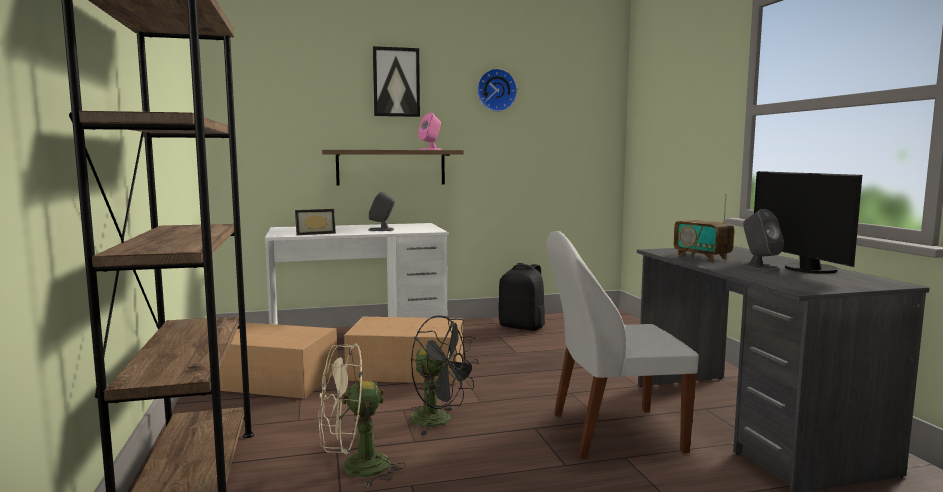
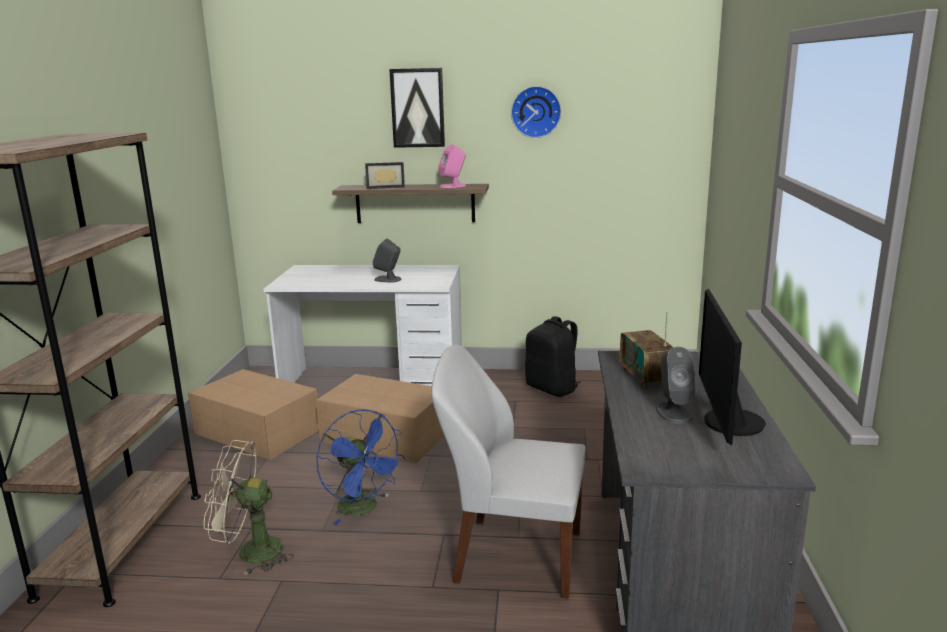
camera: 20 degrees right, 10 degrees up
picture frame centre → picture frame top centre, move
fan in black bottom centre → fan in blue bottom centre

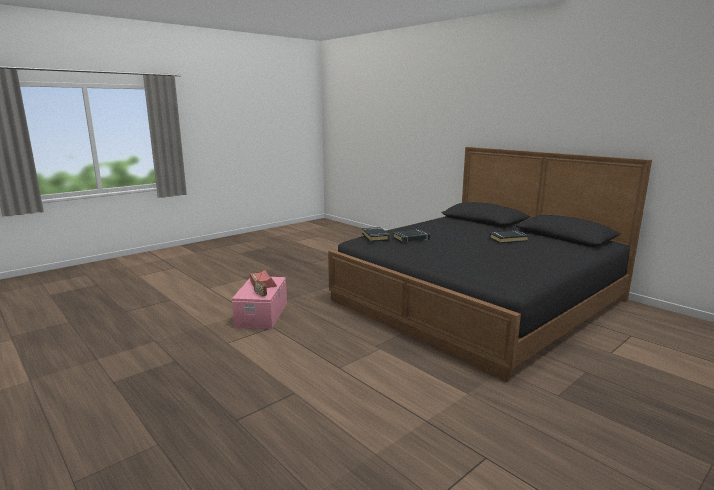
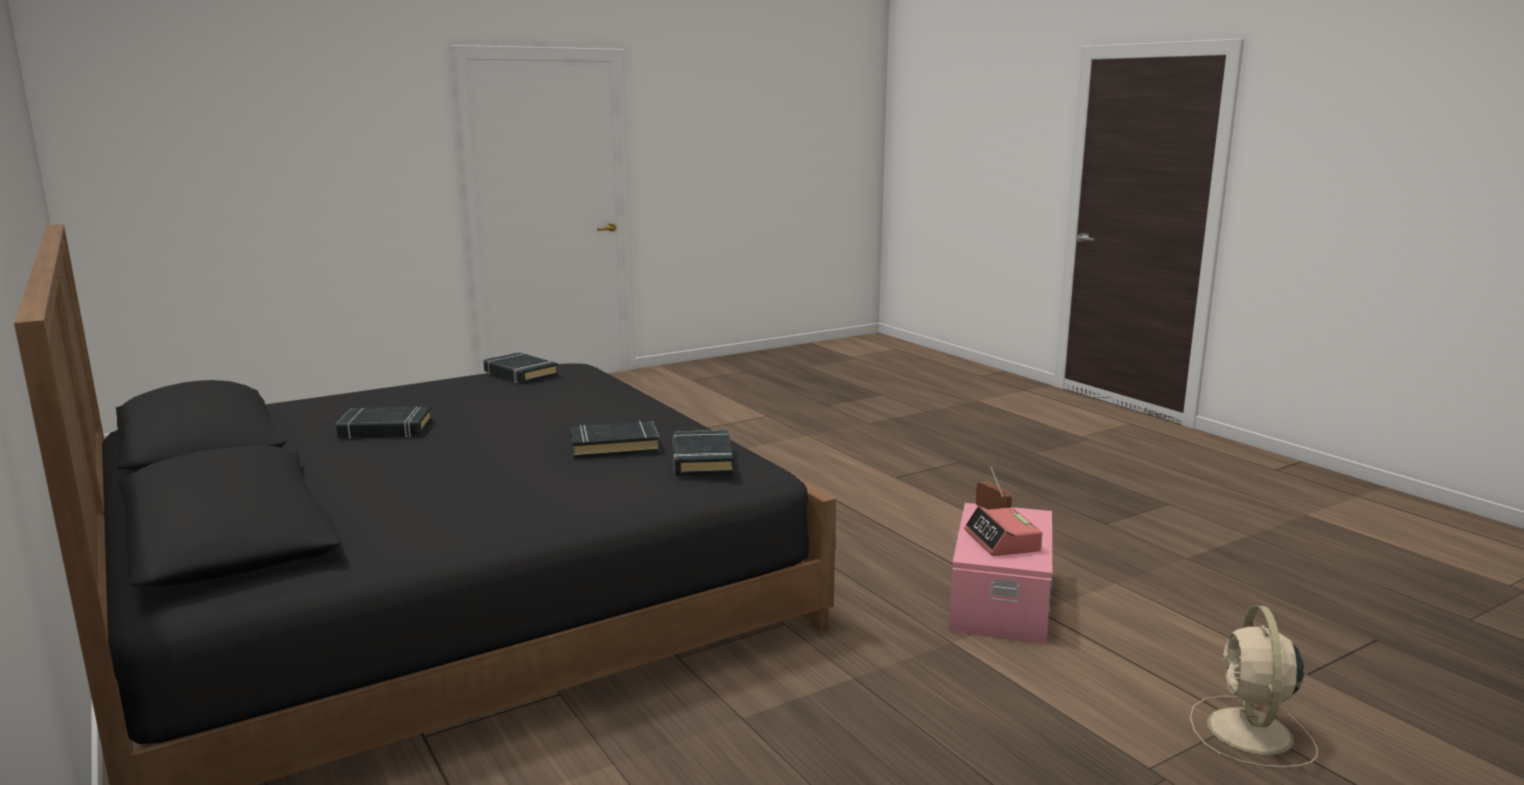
camera: 170 degrees left, 0 degrees up
- → book in black (2nd from left) centre
- → fan in beige bottom right

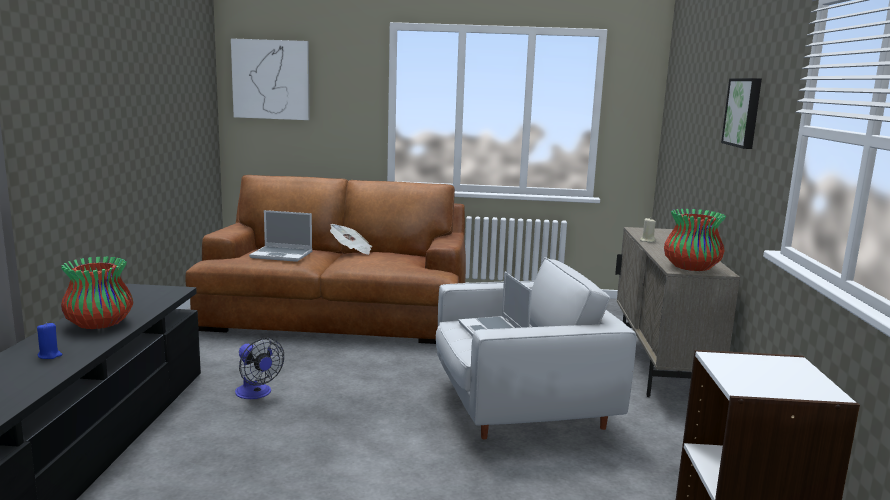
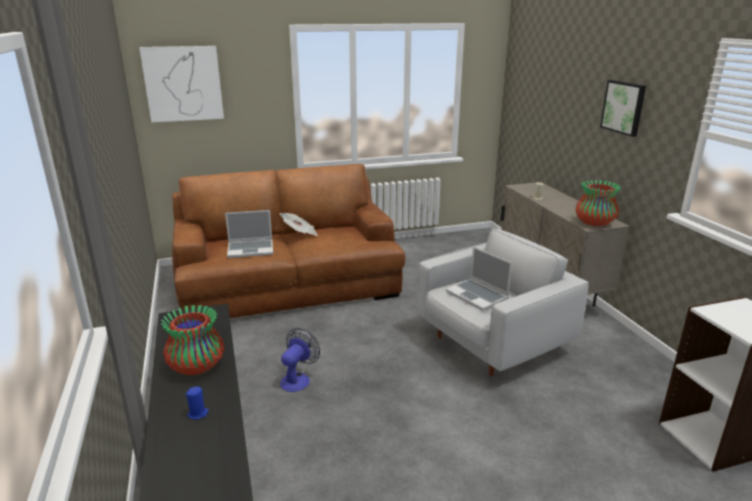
camera: 20 degrees left, 10 degrees up
fan bottom left → fan bottom centre, 90 degrees counterclockwise

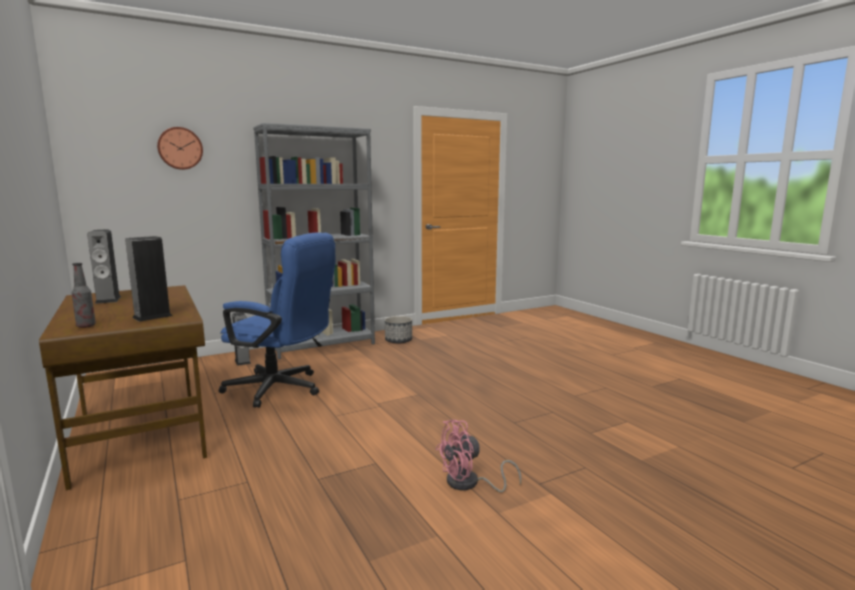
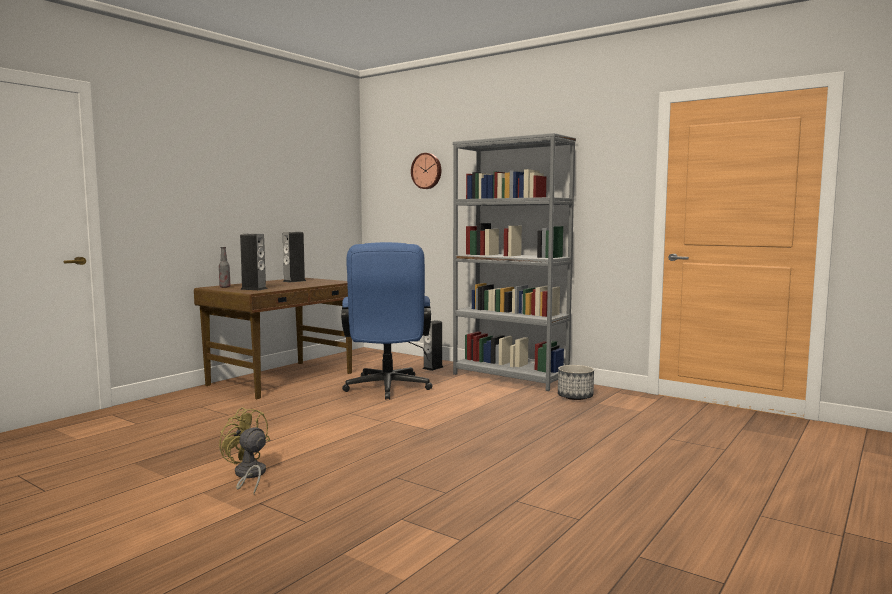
camera: 65 degrees right, 5 degrees down
fan in pink bottom centre → fan in yellow bottom left

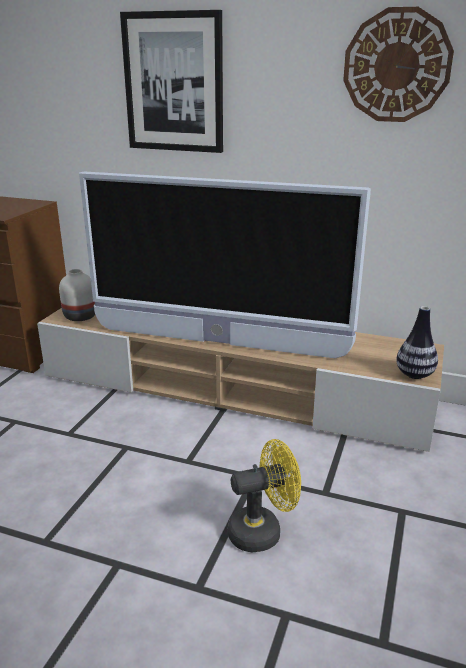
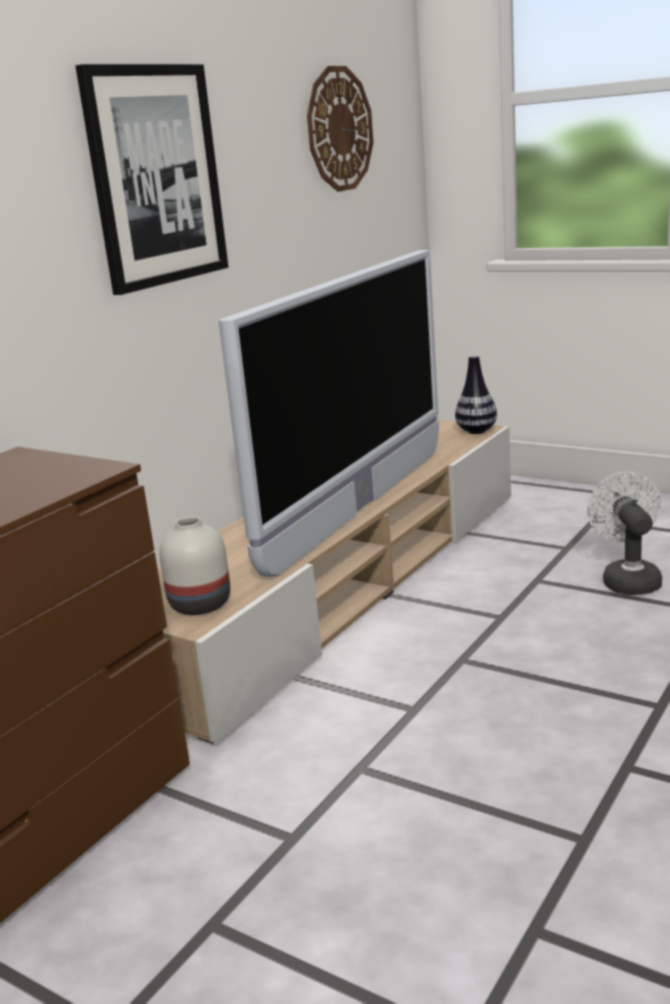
camera: 75 degrees left, 5 degrees down
fan in yellow bottom centre → fan in white middle right

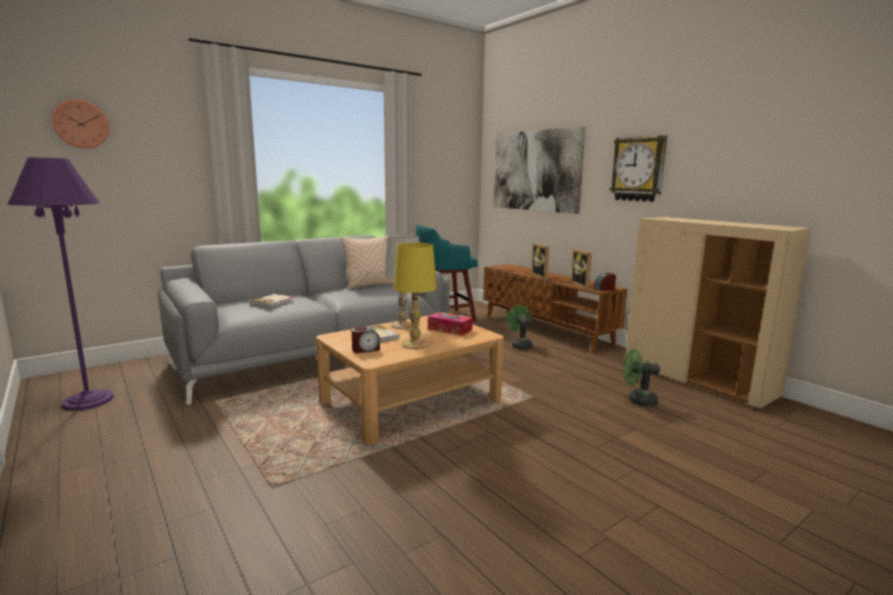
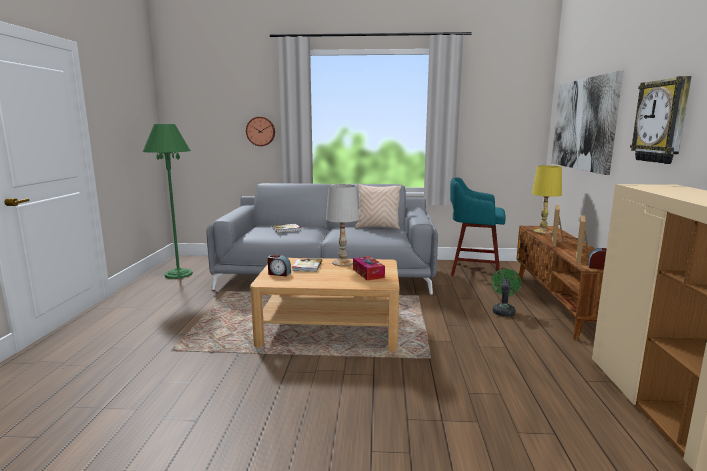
camera: 40 degrees right, 0 degrees up
floor lamp in purple middle left → floor lamp in green middle left
wall clock (1st from left) top left → wall clock (1st from left) top centre, move
table lamp in yellow centre → table lamp in yellow middle right, move
fan in green (2nd from left) middle right → -

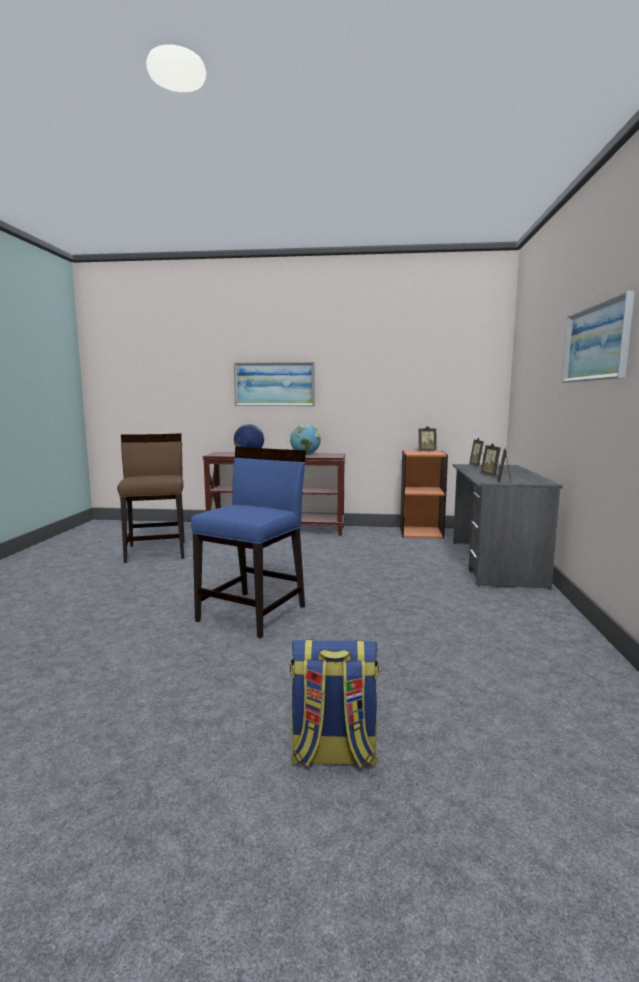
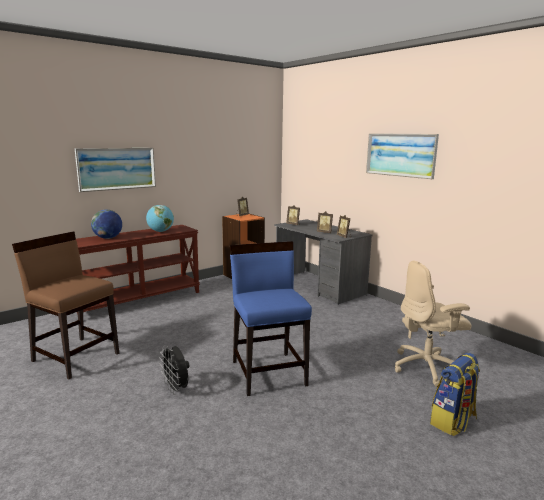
camera: 45 degrees left, 5 degrees up
- → fan in black bottom left
- → office chair in beige middle right

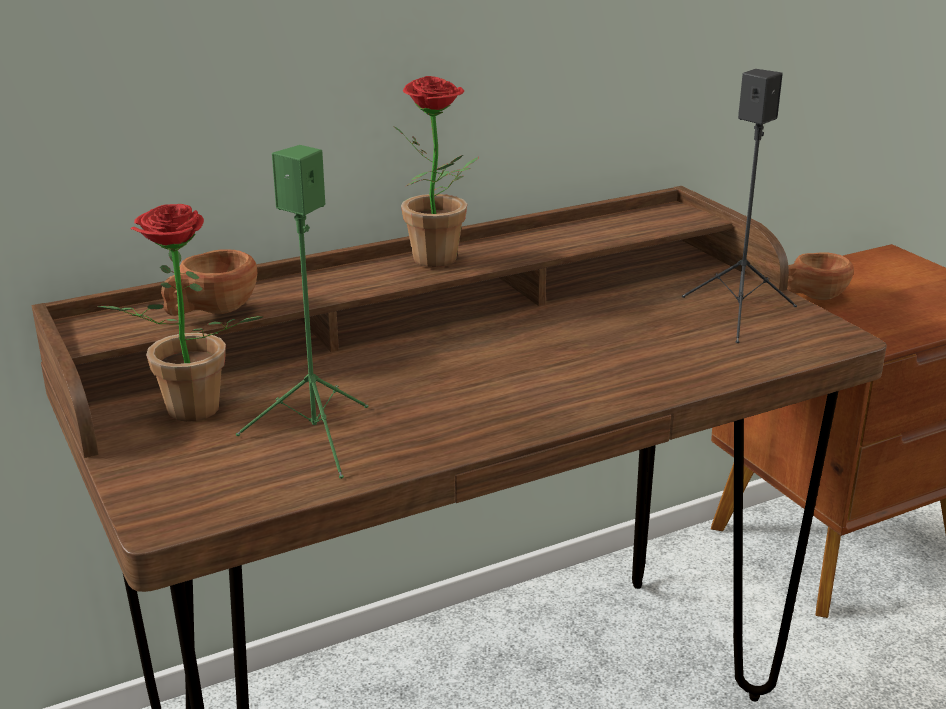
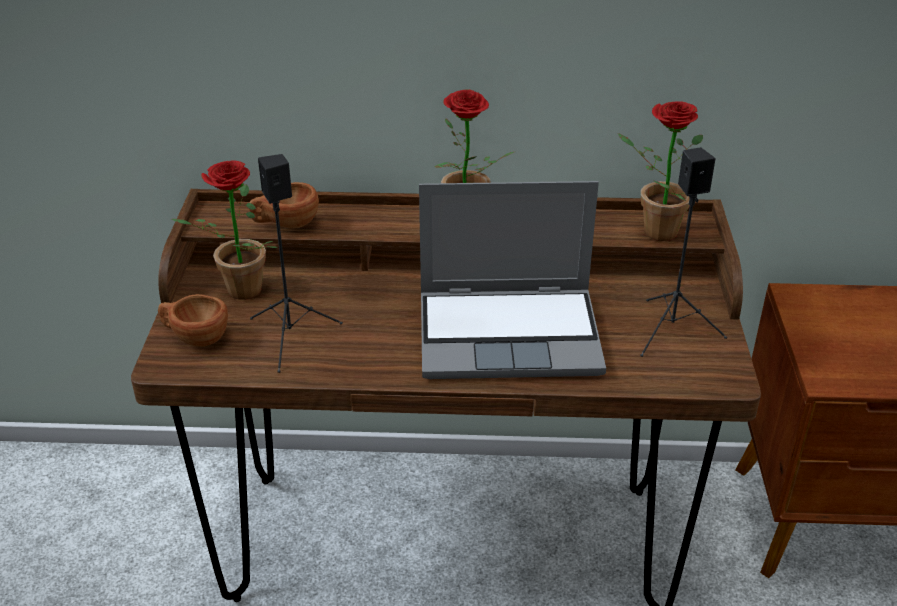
camera: 30 degrees right, 10 degrees up
speaker in green middle left → speaker in black (1st from left) middle left
cup in brown (2nd from left in the first image) middle right → cup in brown (1st from left) middle left, move
- → laptop centre
- → potted plant (3rd from left) top right

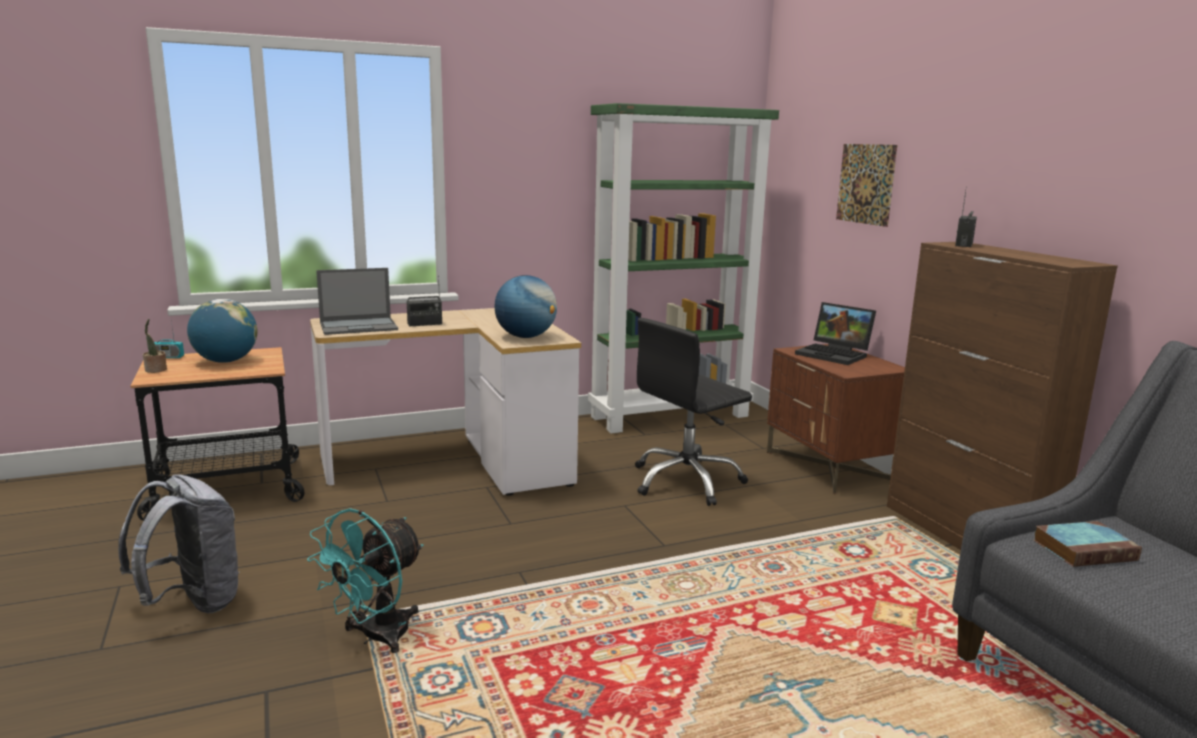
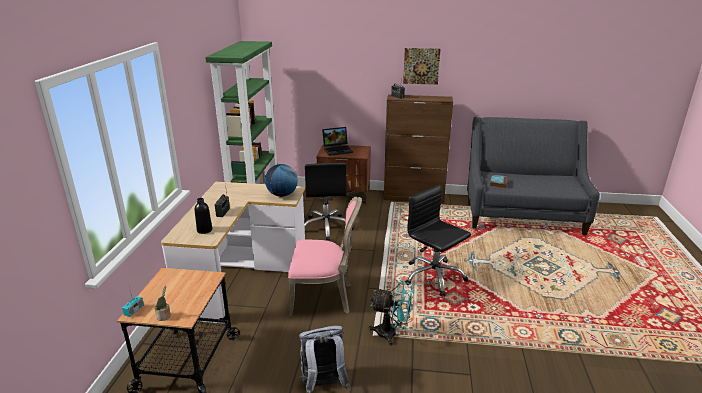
camera: 60 degrees left, 10 degrees up
globe (1st from left) middle left → -
fan in turquoise bottom left → fan in turquoise bottom centre, 45 degrees counterclockwise
laptop (1st from left) middle left → bottle in black middle left
picture top right → picture top centre, move
- → chair in pink centre
- → office chair in black (2nd from left) centre

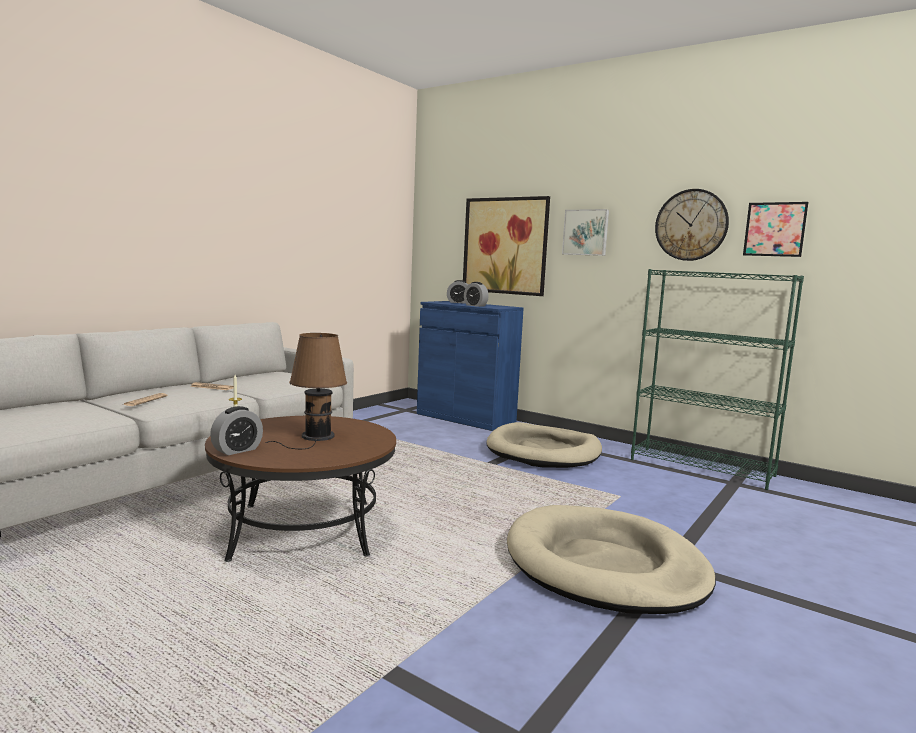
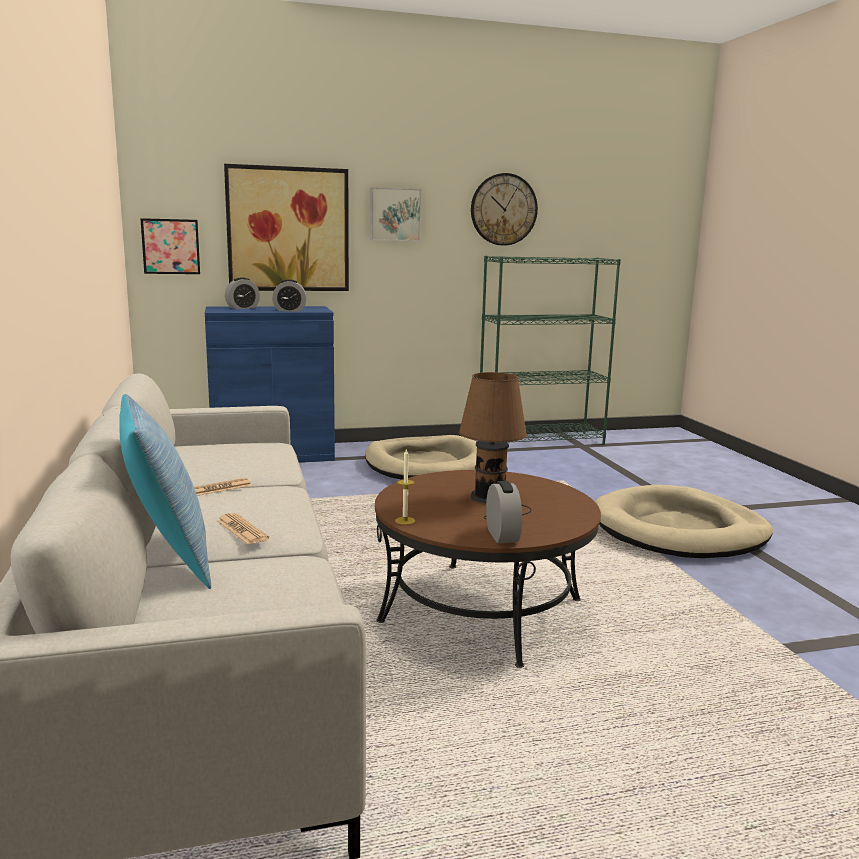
camera: 50 degrees left, 5 degrees up
picture (3rd from left in the first image) top right → picture (1st from left) top left, move
- → pillow middle left

